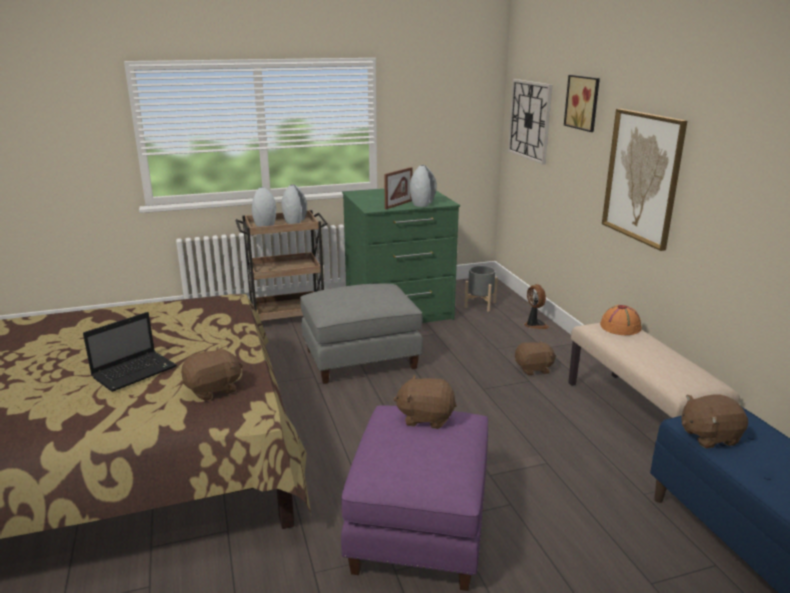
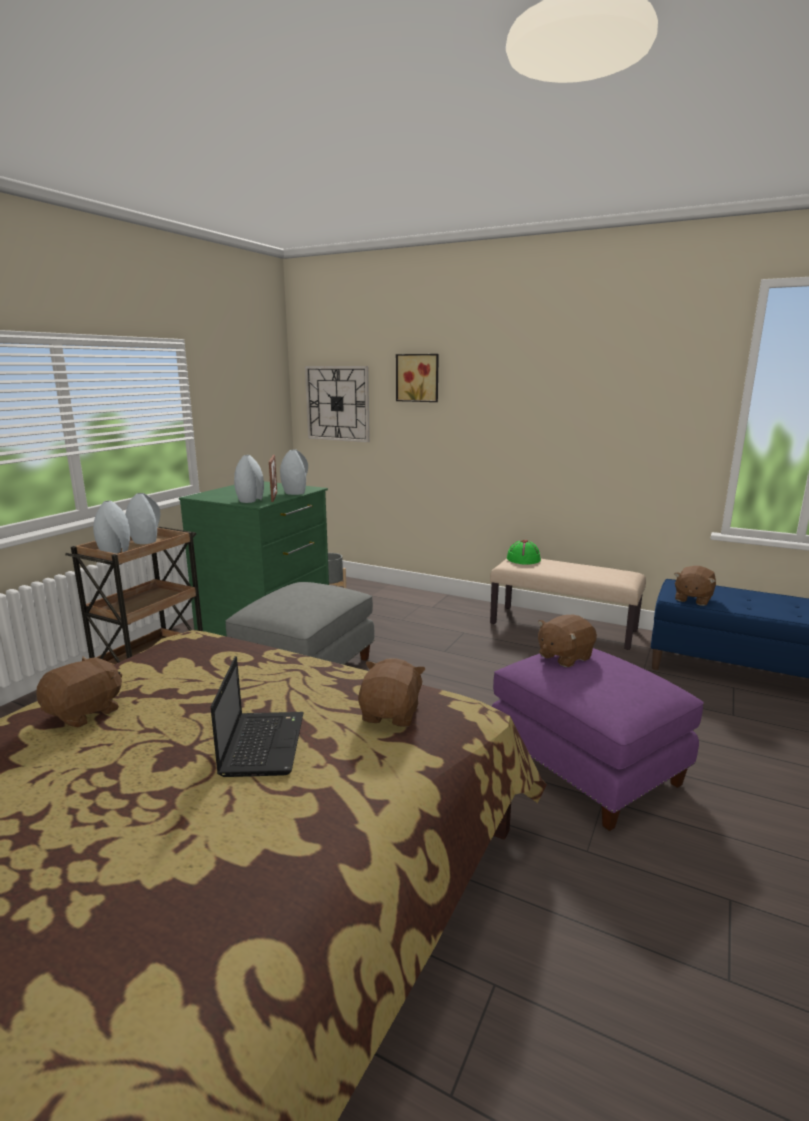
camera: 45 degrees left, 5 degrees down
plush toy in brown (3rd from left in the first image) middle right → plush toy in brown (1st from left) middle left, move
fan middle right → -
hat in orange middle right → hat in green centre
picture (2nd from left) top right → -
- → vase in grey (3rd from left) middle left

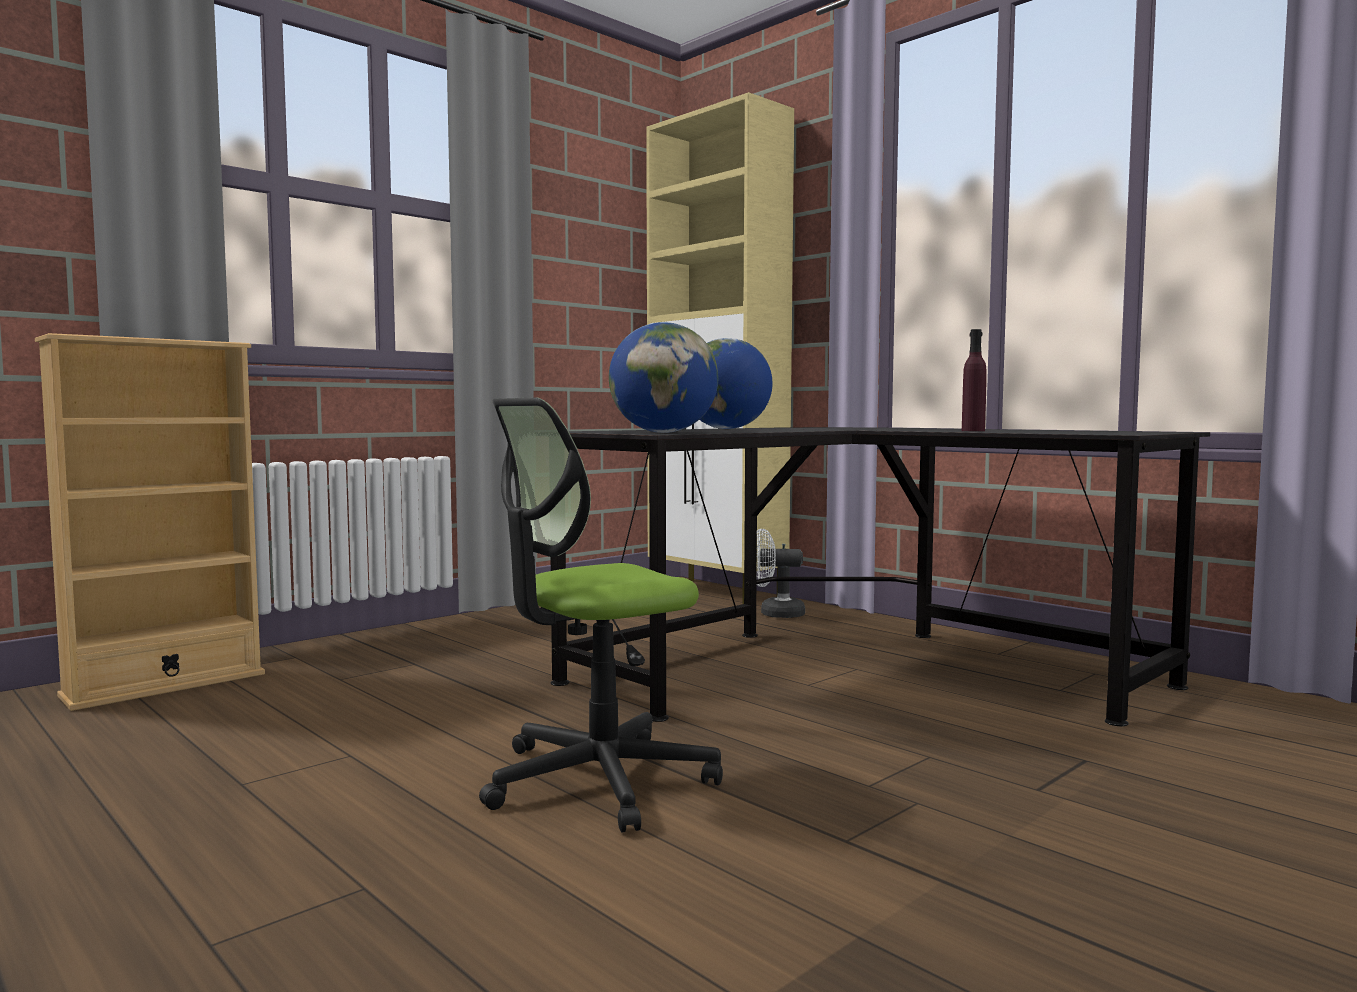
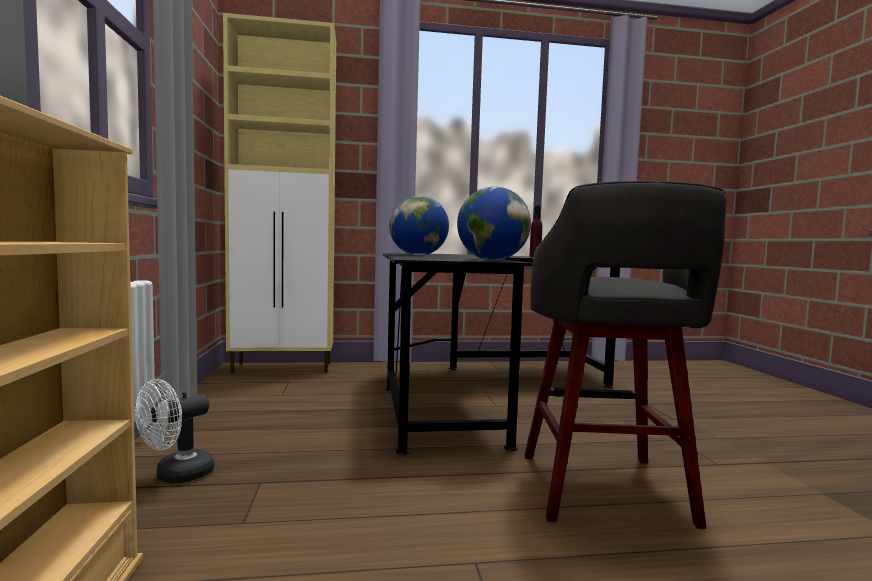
camera: 55 degrees left, 0 degrees up
office chair centre → stool in grey middle right
fan in white centre → fan in white bottom left, move

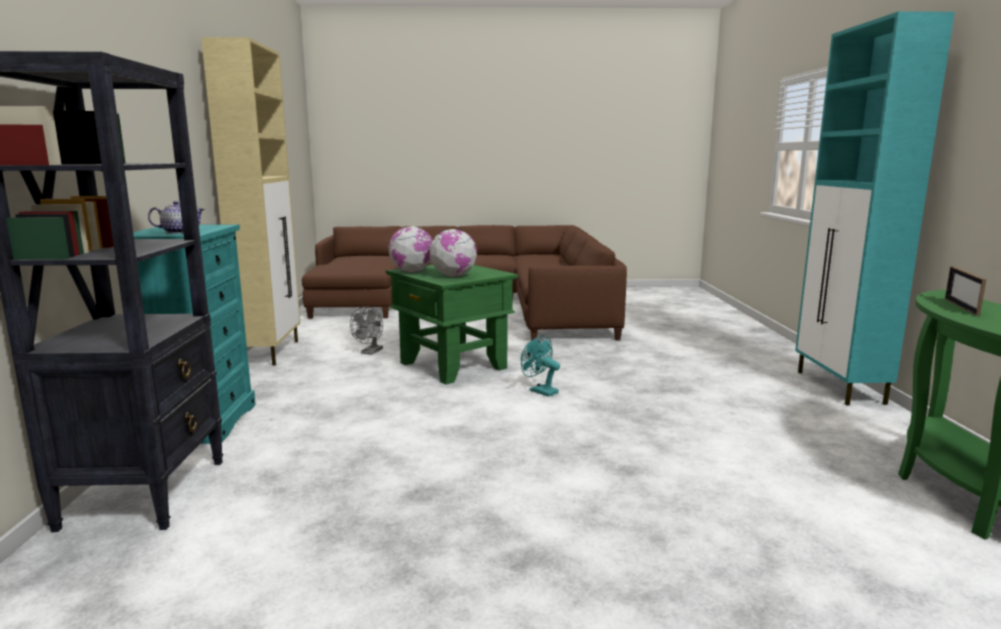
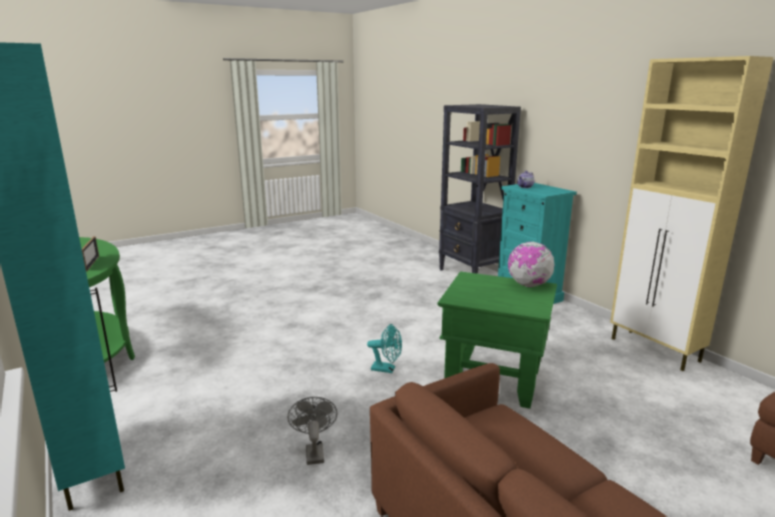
camera: 150 degrees right, 5 degrees up
fan in grey centre → fan in grey bottom centre, move
globe (2nd from left) centre → -

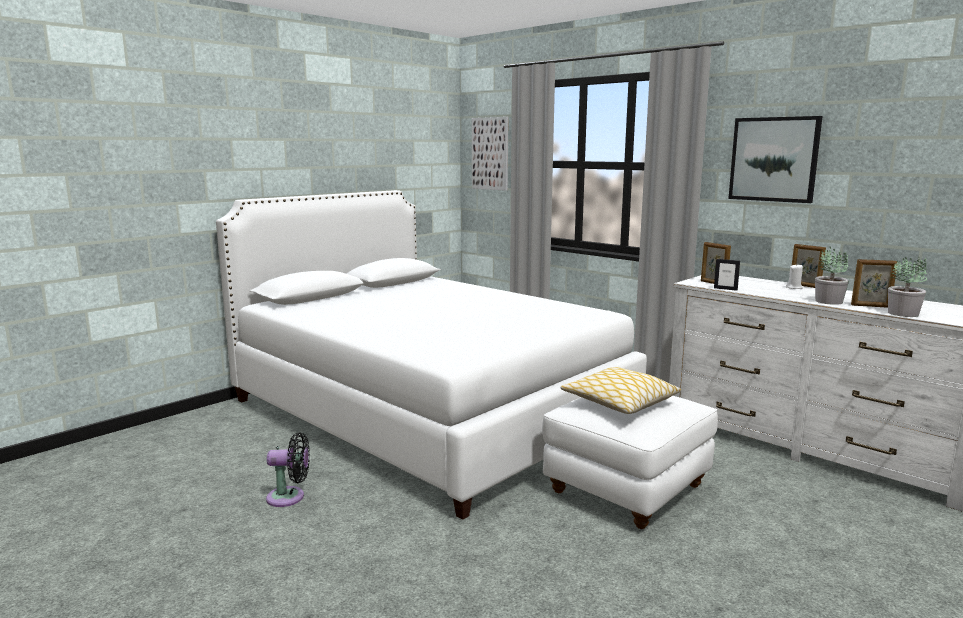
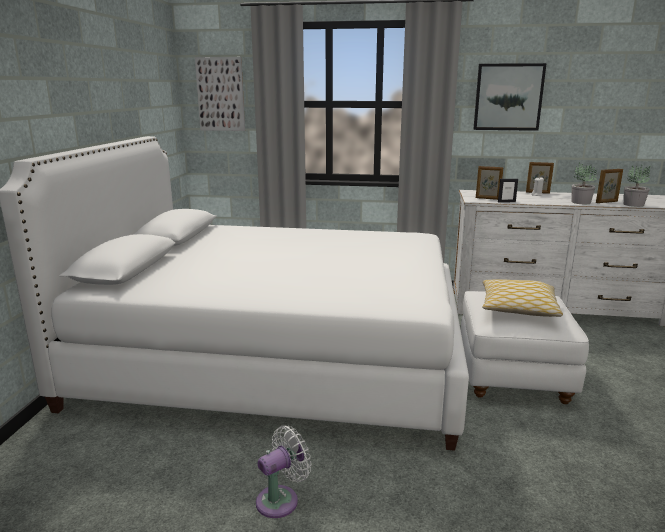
camera: 35 degrees left, 5 degrees up
fan in black bottom left → fan in white bottom centre

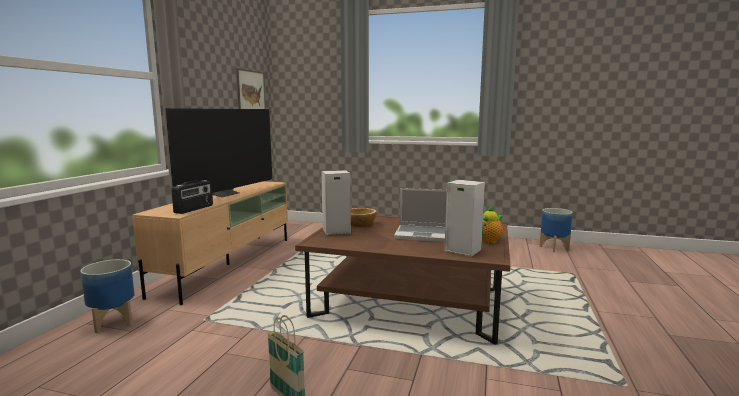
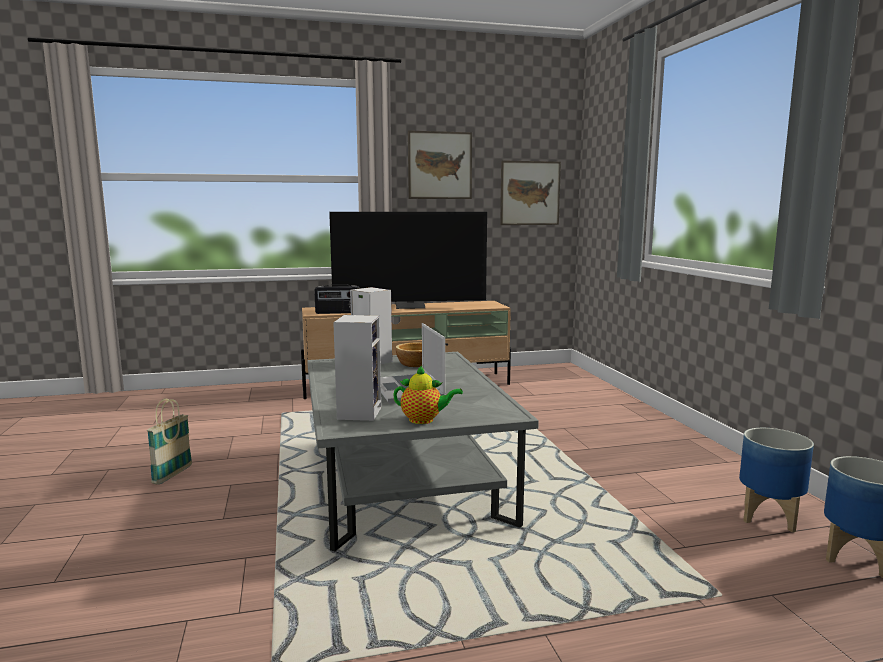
camera: 60 degrees right, 0 degrees up
planter (1st from left) bottom left → planter (1st from left) bottom right, move
coffee table in brown bottom centre → coffee table in grey bottom centre
- → picture (1st from left) top centre

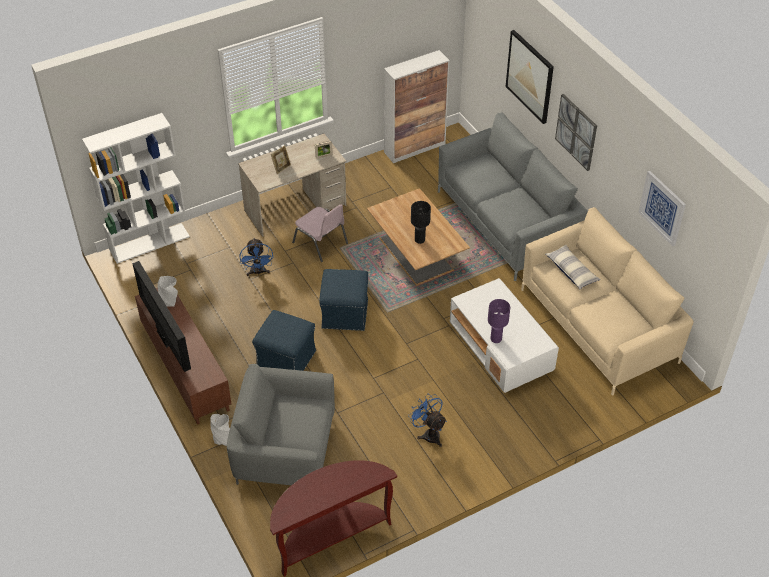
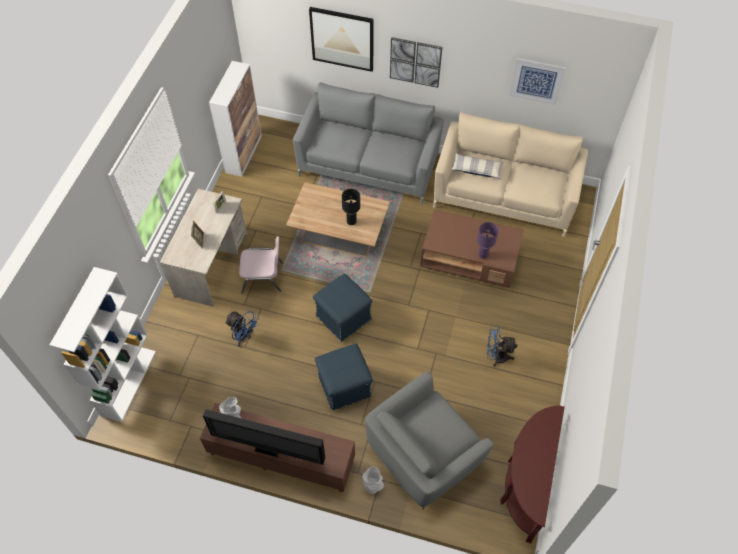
camera: 45 degrees left, 10 degrees up
coffee table in white centre → coffee table in brown (2nd from left) centre

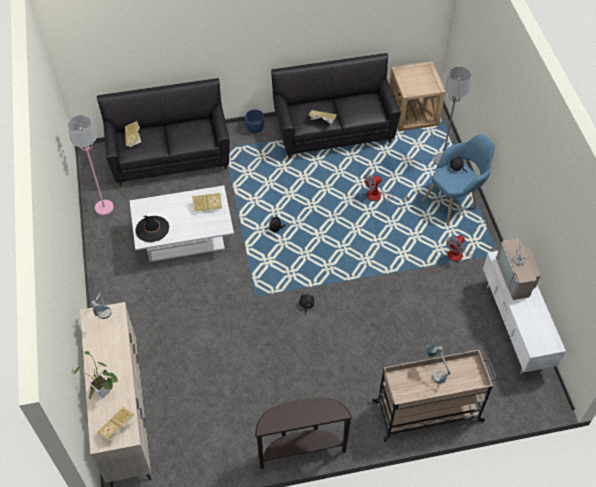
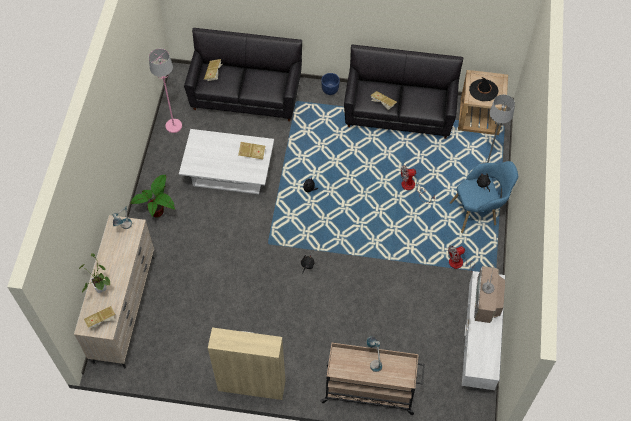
camera: 20 degrees right, 5 degrees up
hat in black middle left → hat in black top right, move
console table in brown bottom centre → cabinet in beige bottom centre
- → potted plant (2nd from left) middle left

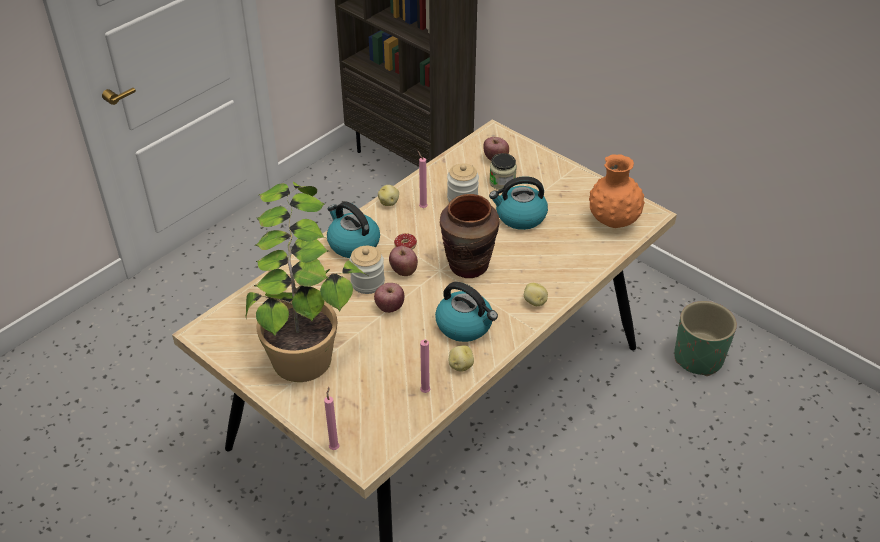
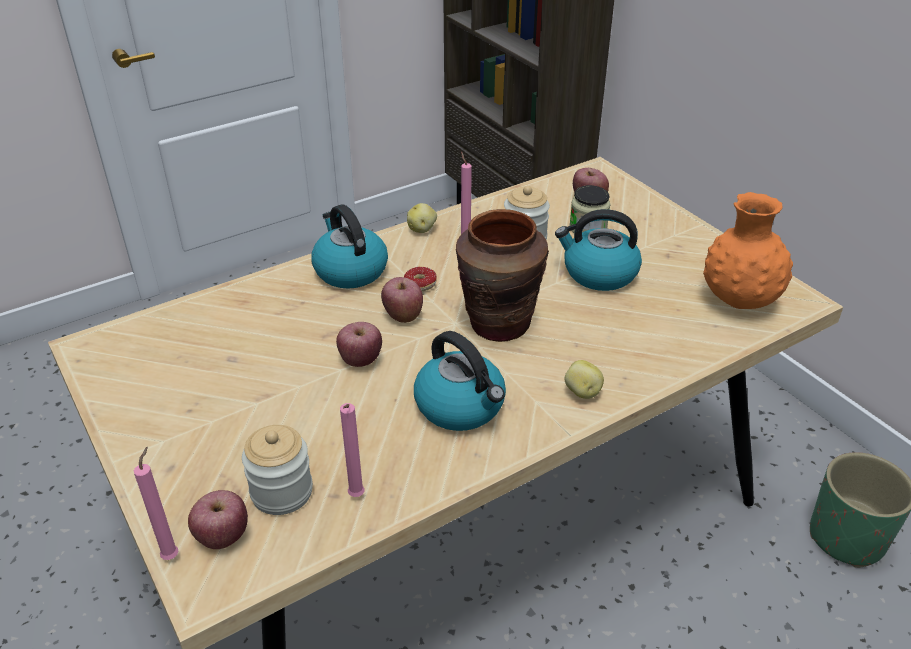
camera: 15 degrees right, 5 degrees down
potted plant centre → -
jar (1st from left) centre → jar (1st from left) bottom left, move
potato (2nd from left) centre → -
- → apple (1st from left) bottom left

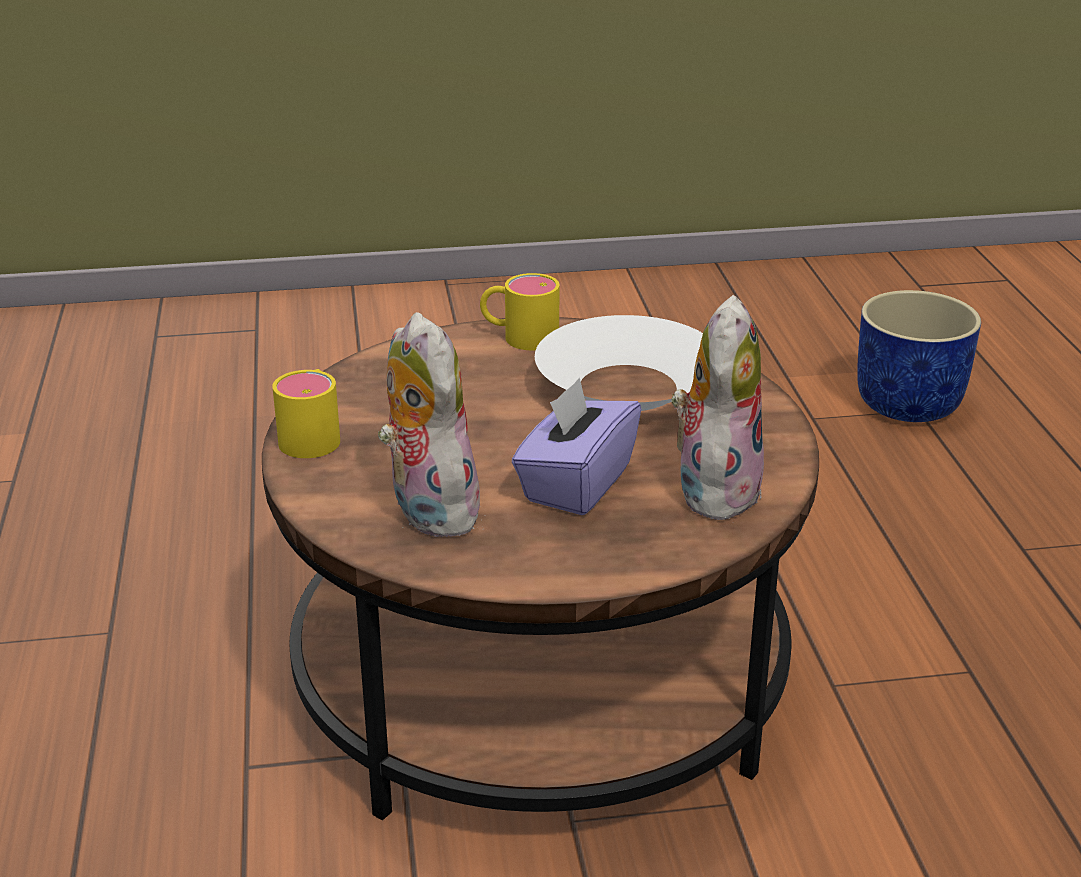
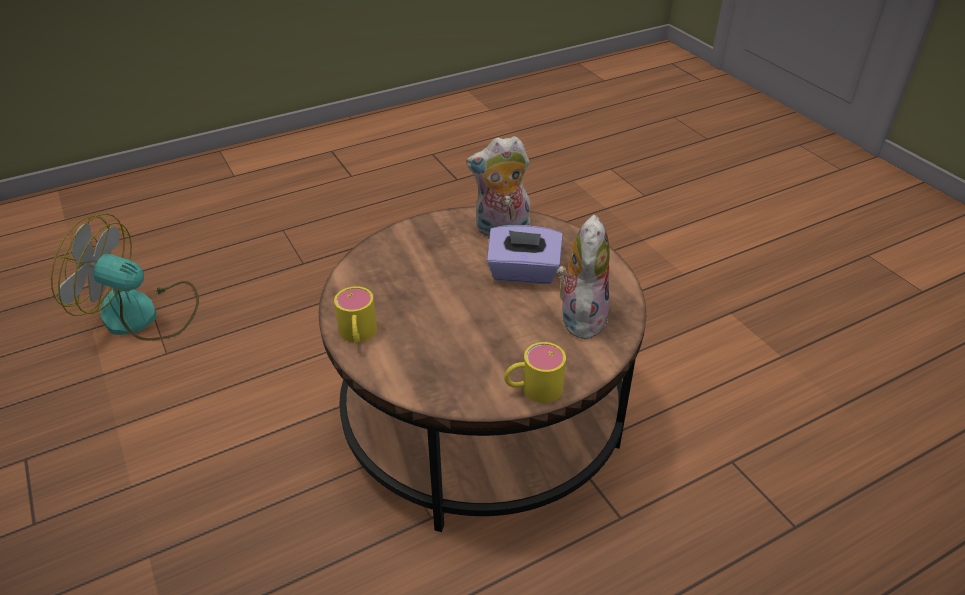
camera: 110 degrees left, 10 degrees up
plush toy (1st from left in the first image) centre → plush toy (2nd from left) centre, 150 degrees clockwise
bowl in white centre → -
planter in blue middle right → fan middle left

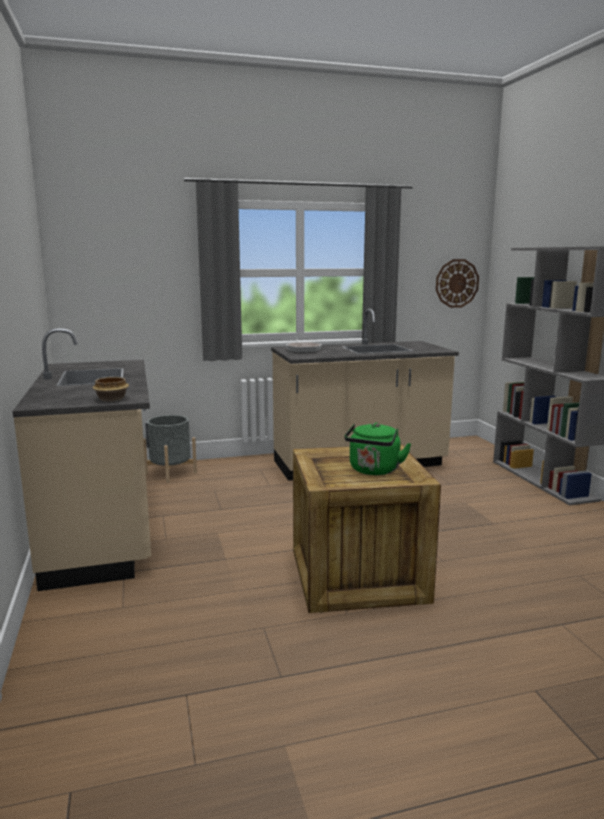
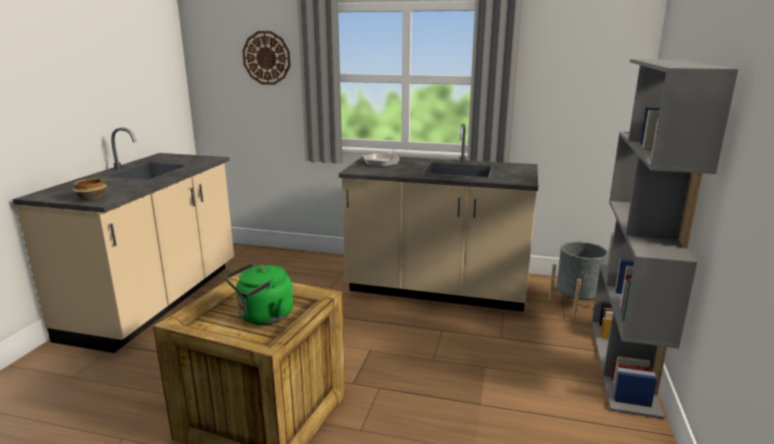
camera: 30 degrees right, 5 degrees up
planter in grey middle left → planter in grey middle right, move
wall clock middle right → wall clock top centre, move

